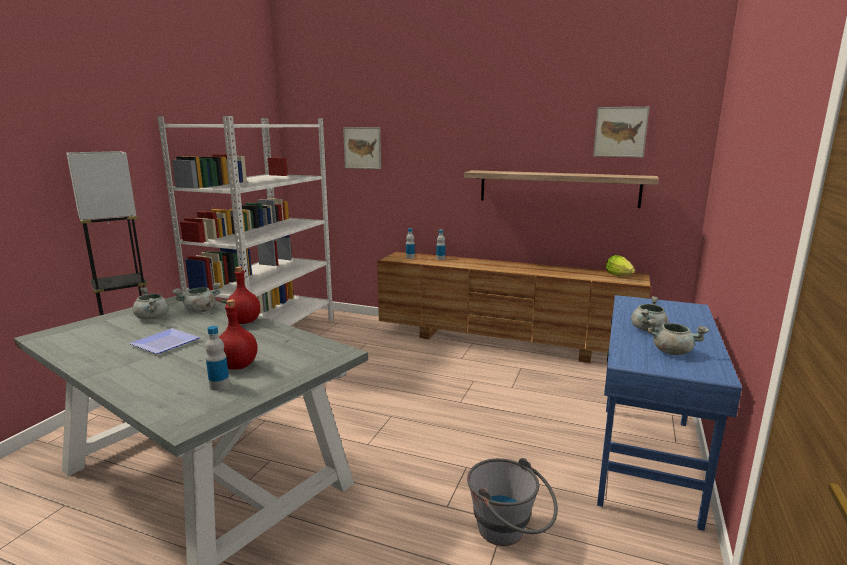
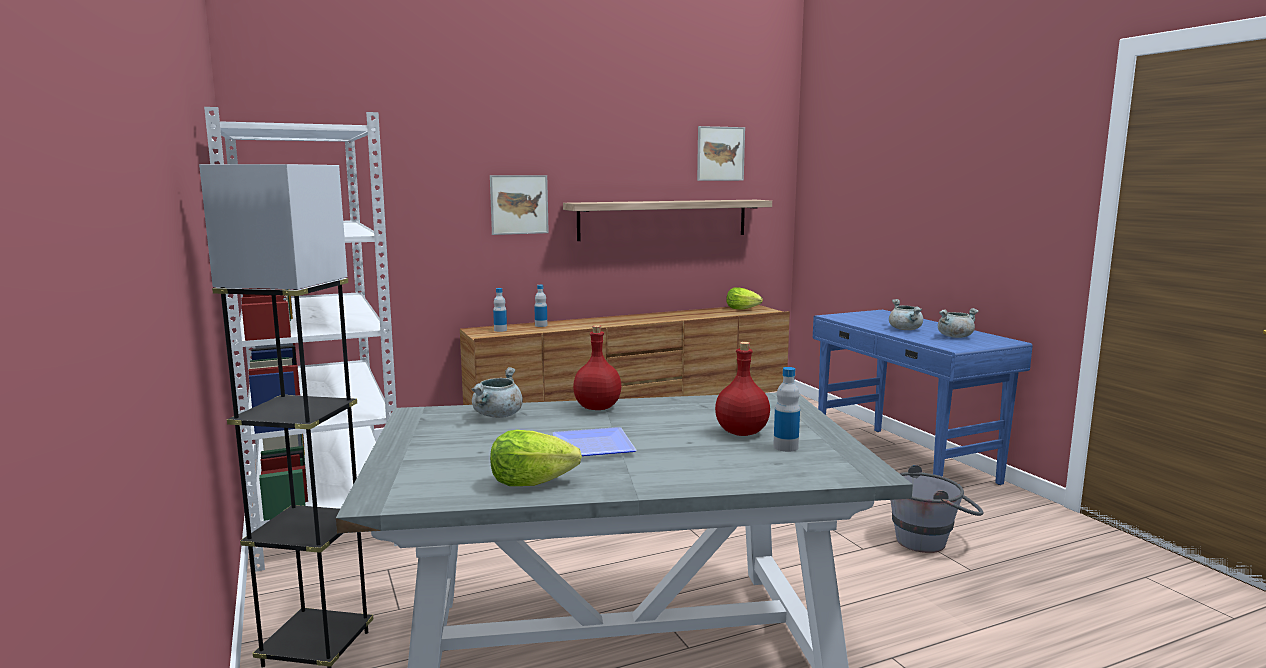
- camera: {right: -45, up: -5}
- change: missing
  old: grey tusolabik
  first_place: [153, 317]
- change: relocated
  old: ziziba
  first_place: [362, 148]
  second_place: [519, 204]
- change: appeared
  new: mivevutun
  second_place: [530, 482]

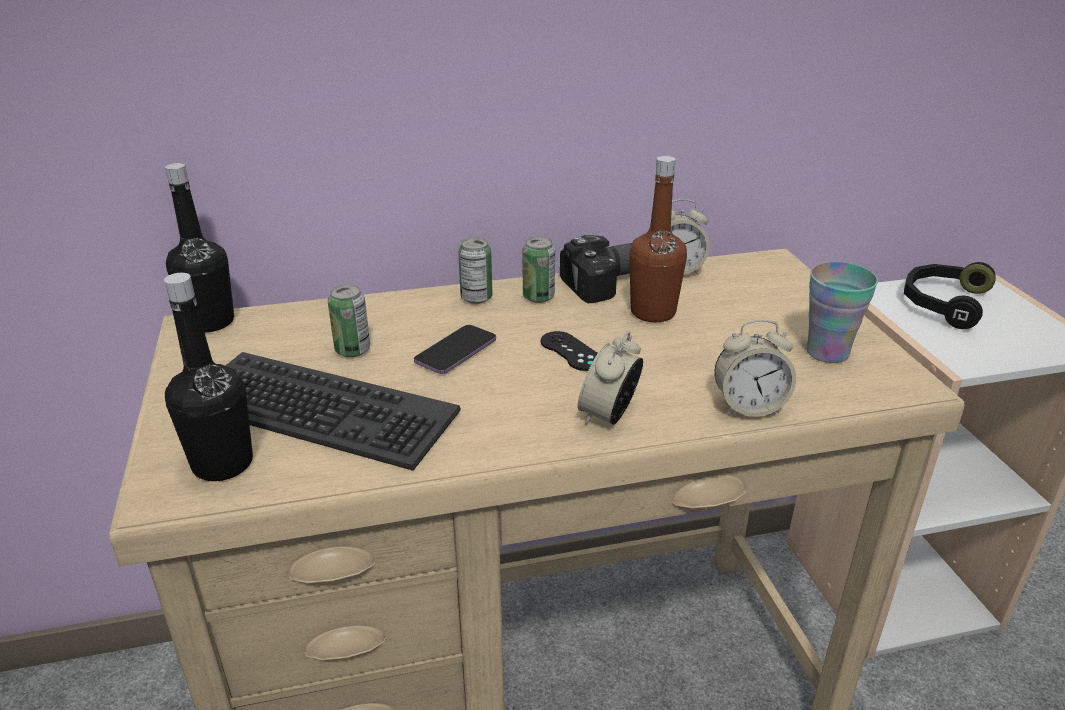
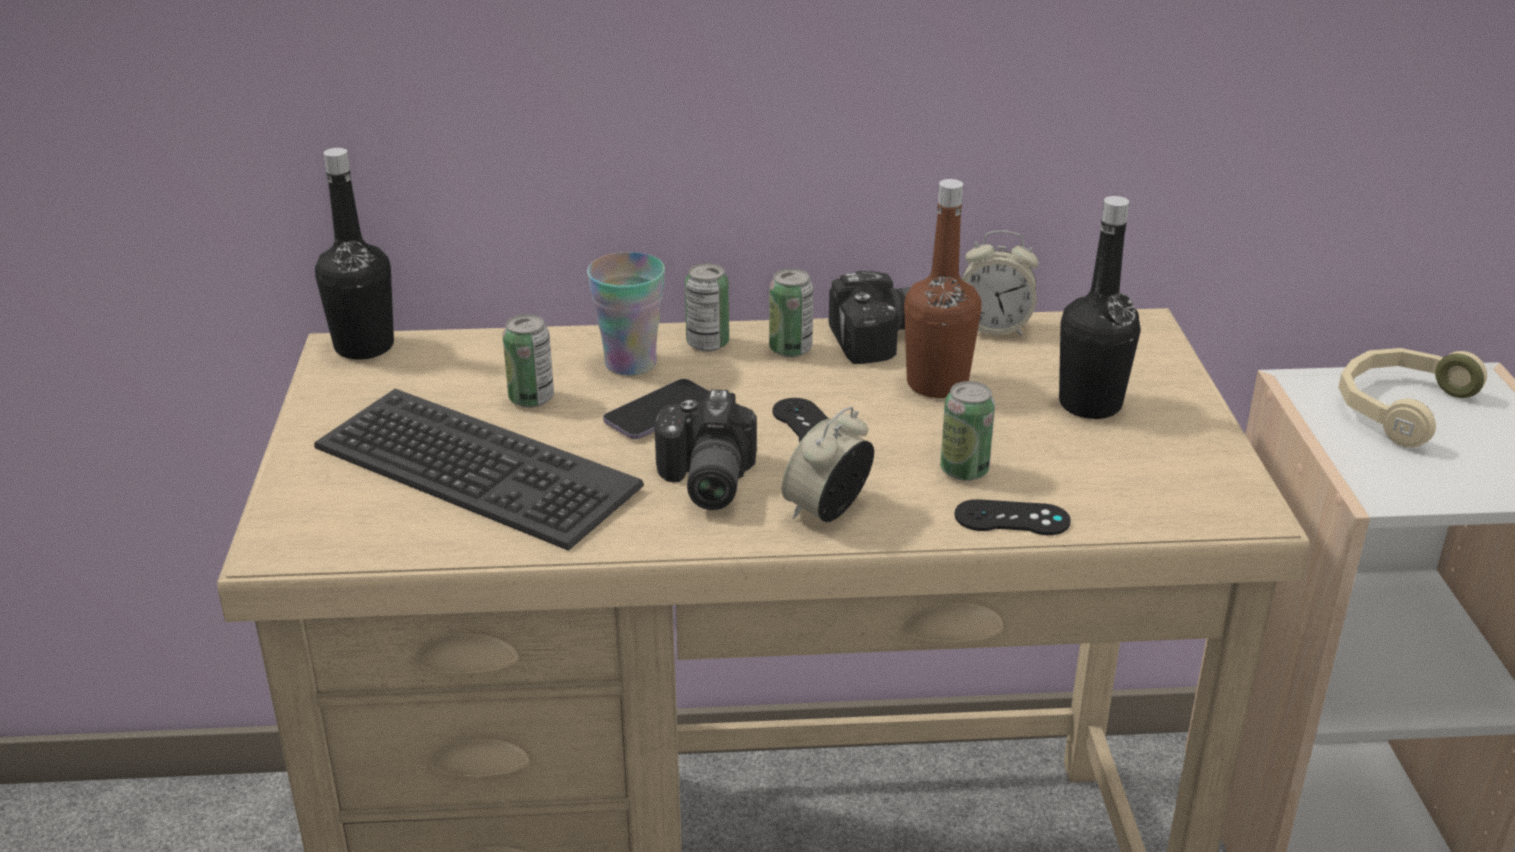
- camera: {right: 10, up: 0}
- change: relocated
  old: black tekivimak
  first_place: [223, 464]
  second_place: [1090, 404]
- change: exchanged
  old: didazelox
  new: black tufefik
  first_place: [749, 407]
  second_place: [1012, 518]
- change: relocated
  old: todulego
  first_place: [827, 352]
  second_place: [630, 363]
- change: colour
  old: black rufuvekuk
  new: beige rufuvekuk
  first_place: [942, 303]
  second_place: [1398, 407]
- change: appeared
  new: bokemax
  second_place: [702, 482]
- change: appeared
  new: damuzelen
  second_place: [964, 470]

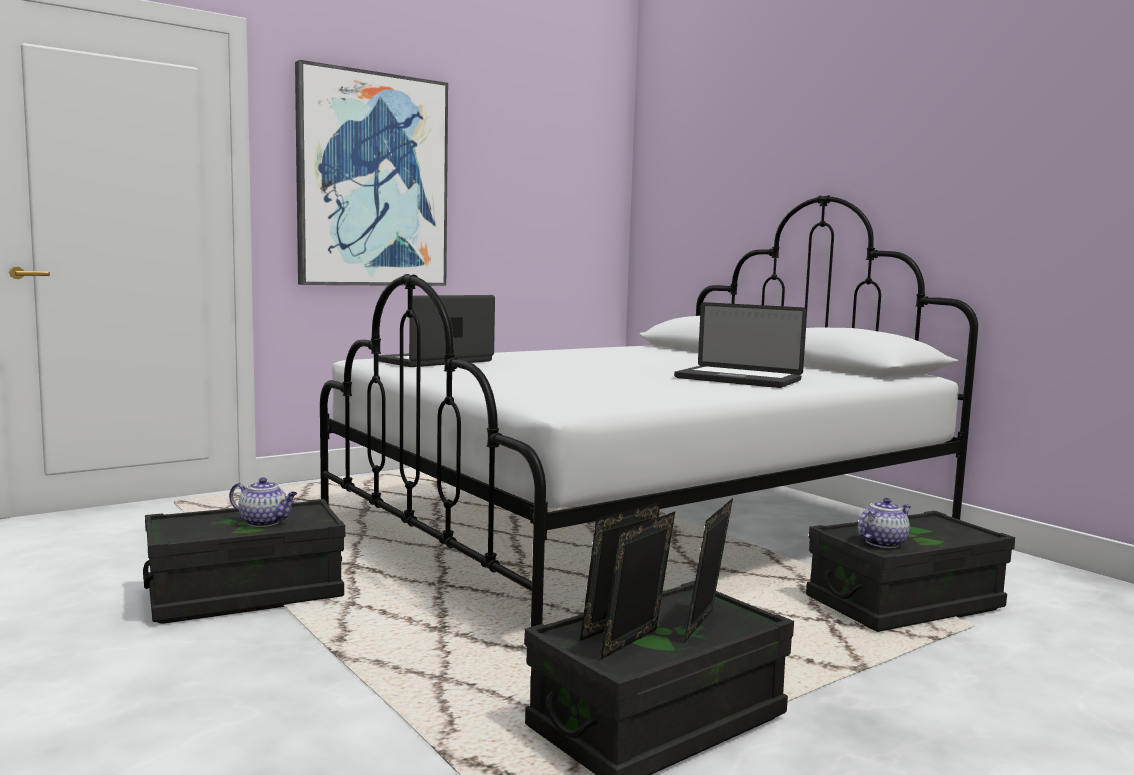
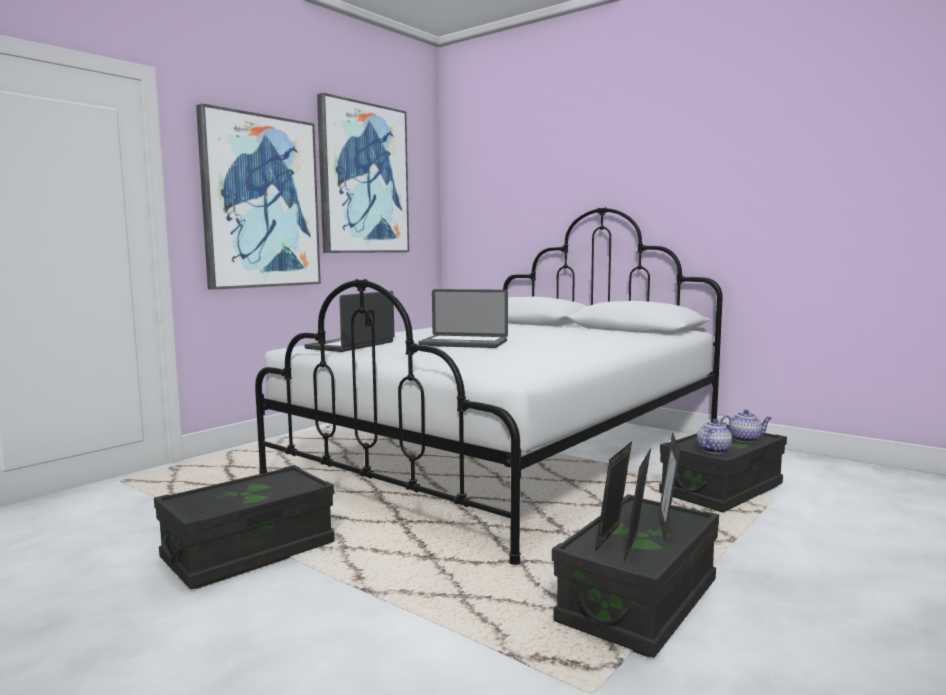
- camera: {right: -15, up: 0}
- change: relocated
  old: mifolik
  first_place: [265, 522]
  second_place: [745, 439]
- change: relocated
  old: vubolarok
  first_place: [738, 379]
  second_place: [463, 343]
- change: appeared
  new: ziziba
  second_place: [363, 179]

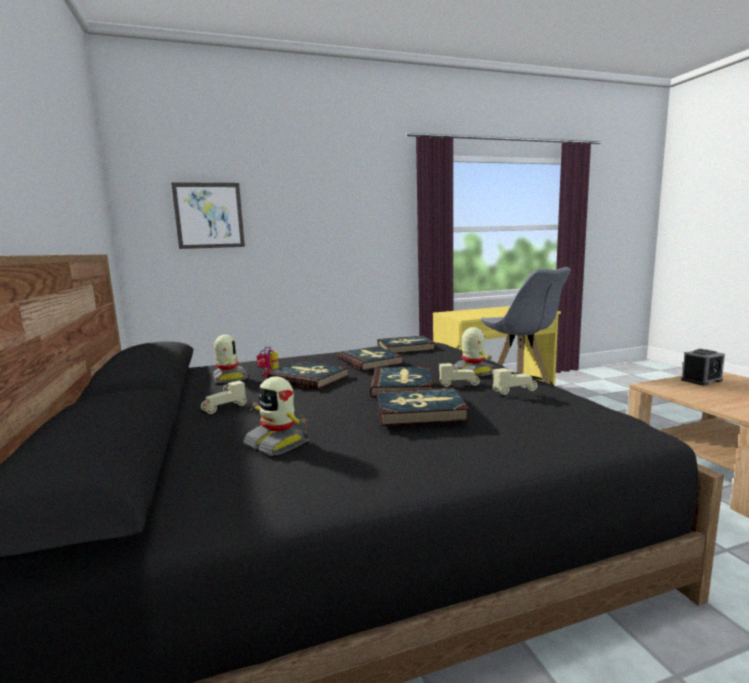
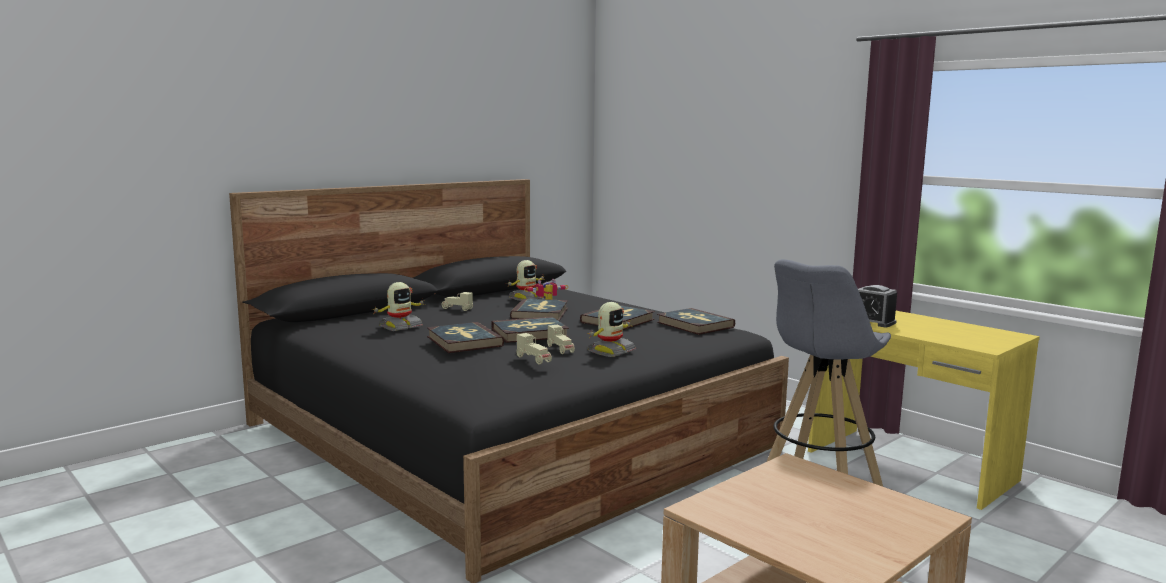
- camera: {right: 65, up: 0}
- change: missing
  old: ziziba
  first_place: [209, 215]
- change: spun
  old: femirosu
  first_place: [278, 443]
  second_place: [400, 327]
  degrees: -150
- change: relocated
  old: didazelox
  first_place: [701, 380]
  second_place: [873, 322]

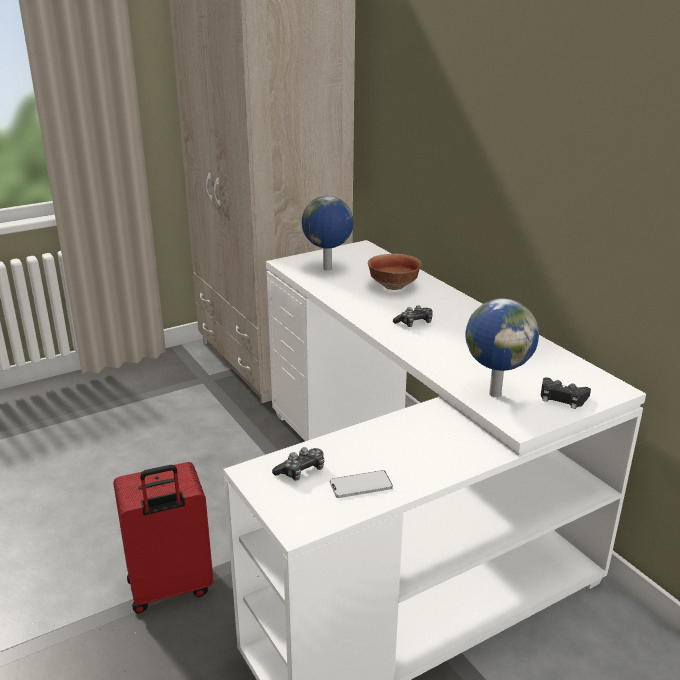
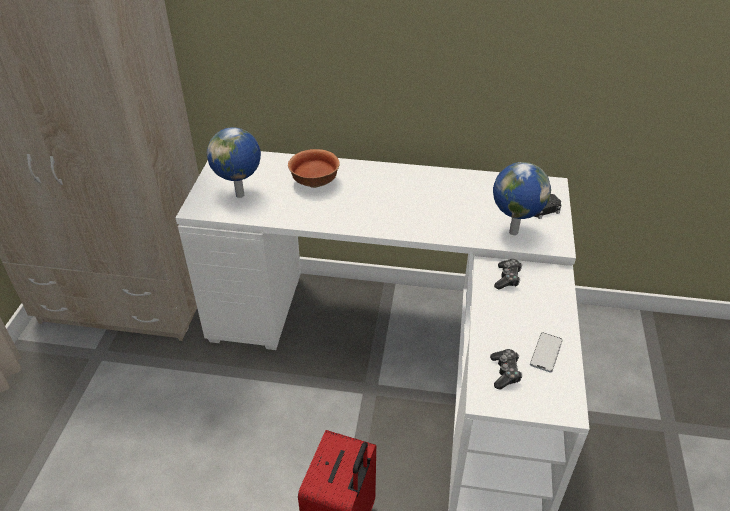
- camera: {right: -50, up: 15}
- change: relocated
  old: tufefik
  first_place: [414, 323]
  second_place: [507, 278]

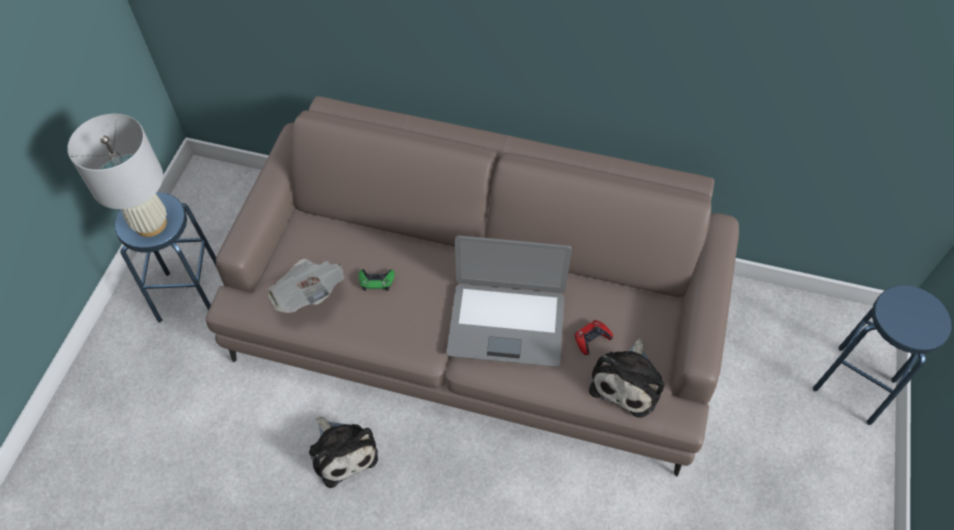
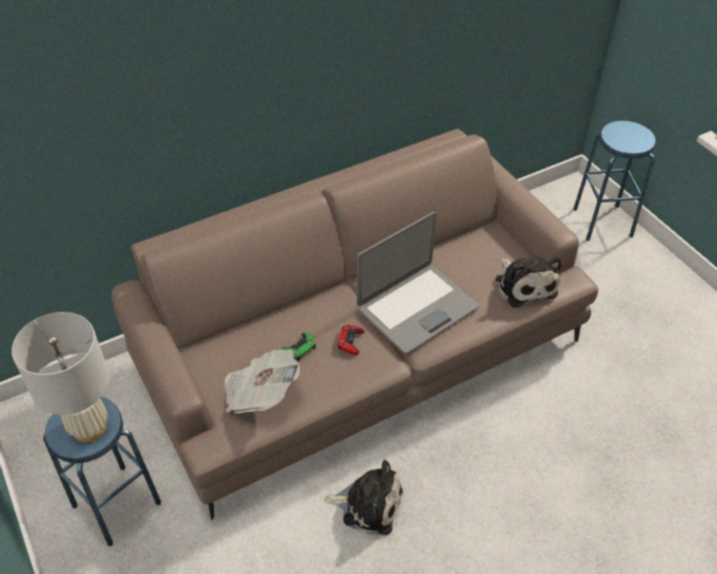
- camera: {right: -45, up: -10}
- change: relocated
  old: red tufefik
  first_place: [592, 339]
  second_place: [350, 342]

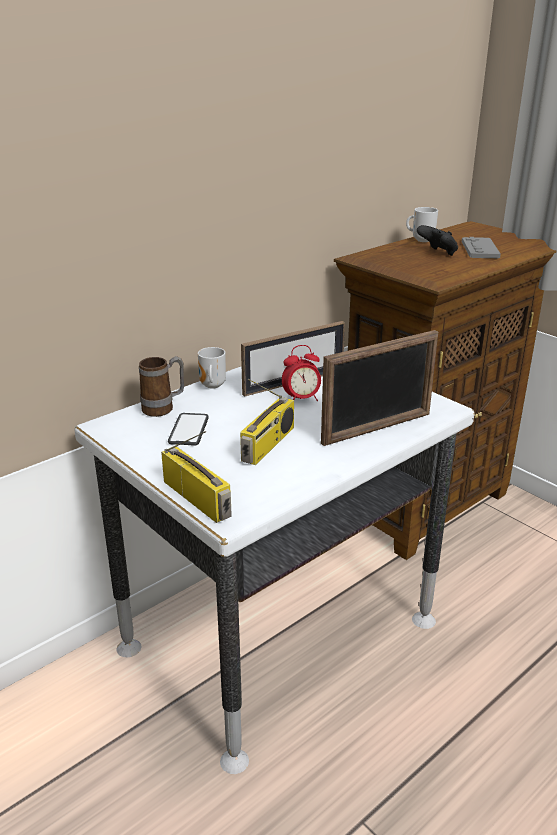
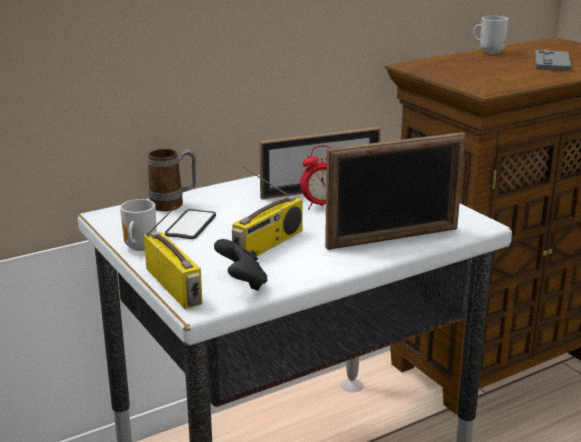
- camera: {right: 10, up: -5}
- change: relocated
  old: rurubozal
  first_place: [211, 386]
  second_place: [138, 248]
- change: relocated
  old: black tufefik
  first_place: [438, 253]
  second_place: [242, 283]

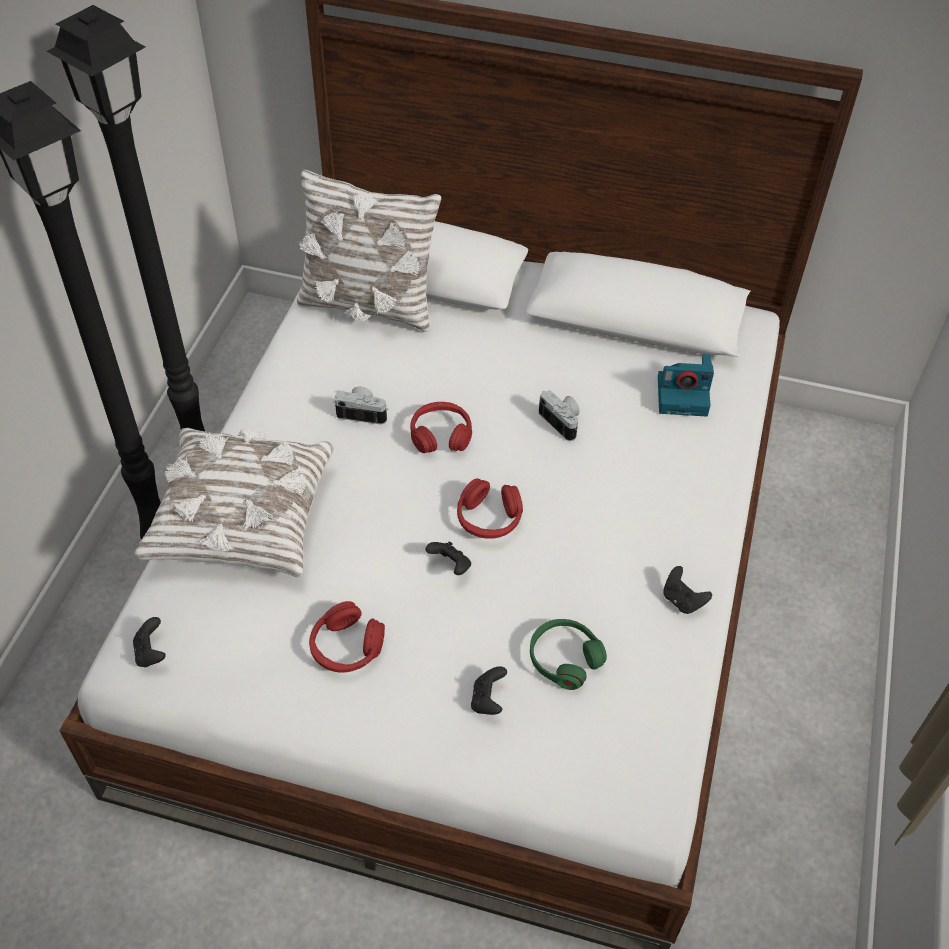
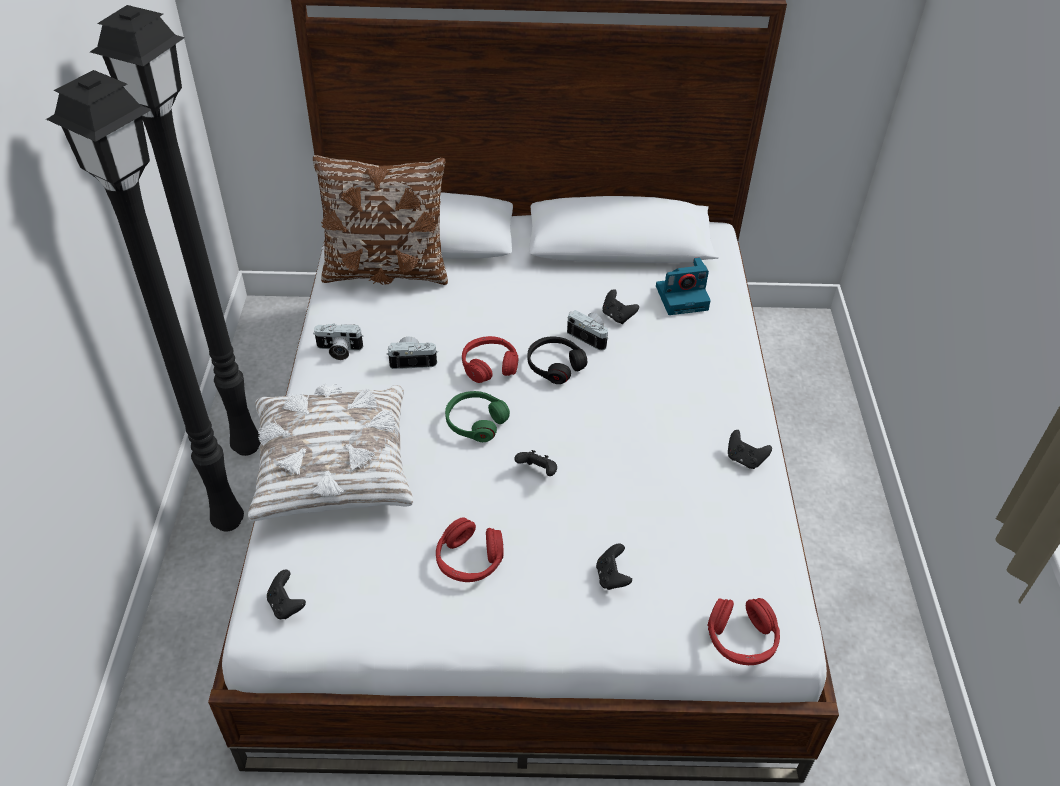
- camera: {right: -15, up: -5}
- change: colour
  old: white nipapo
  new: brown nipapo
  first_place: [368, 306]
  second_place: [386, 273]
- change: relocated
  old: red rufuvekuk
  first_place: [488, 518]
  second_place: [741, 639]
- change: relocated
  old: green rufuvekuk
  first_place: [564, 658]
  second_place: [475, 422]
- change: appeared
  new: bokemax
  second_place: [338, 350]
- change: appeared
  new: black rufuvekuk
  second_place: [555, 365]
- change: appeared
  new: black tufefik
  second_place: [617, 316]

